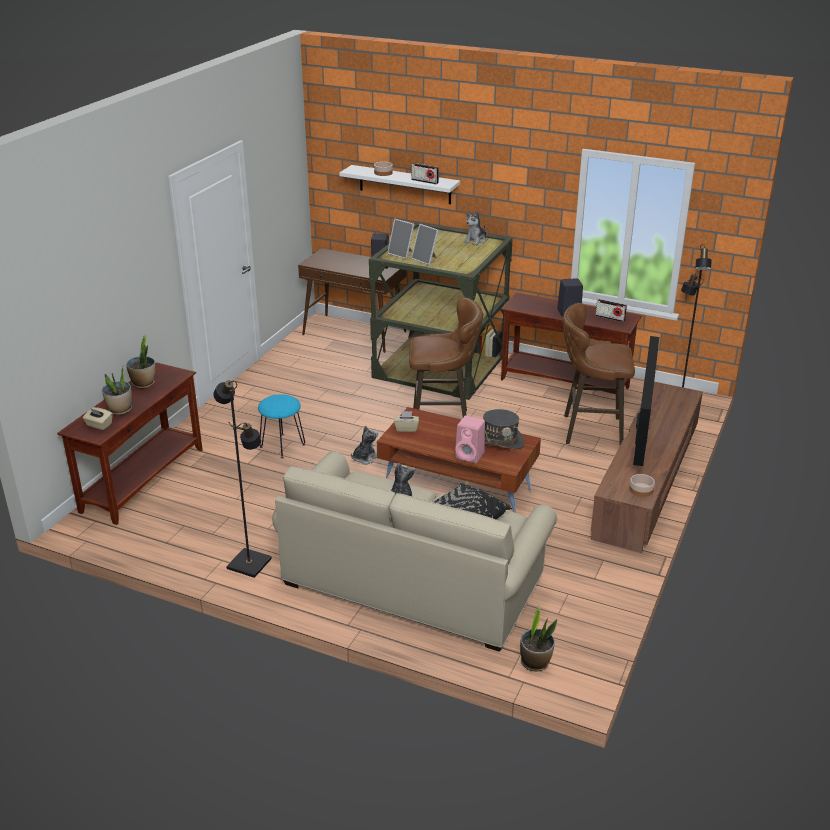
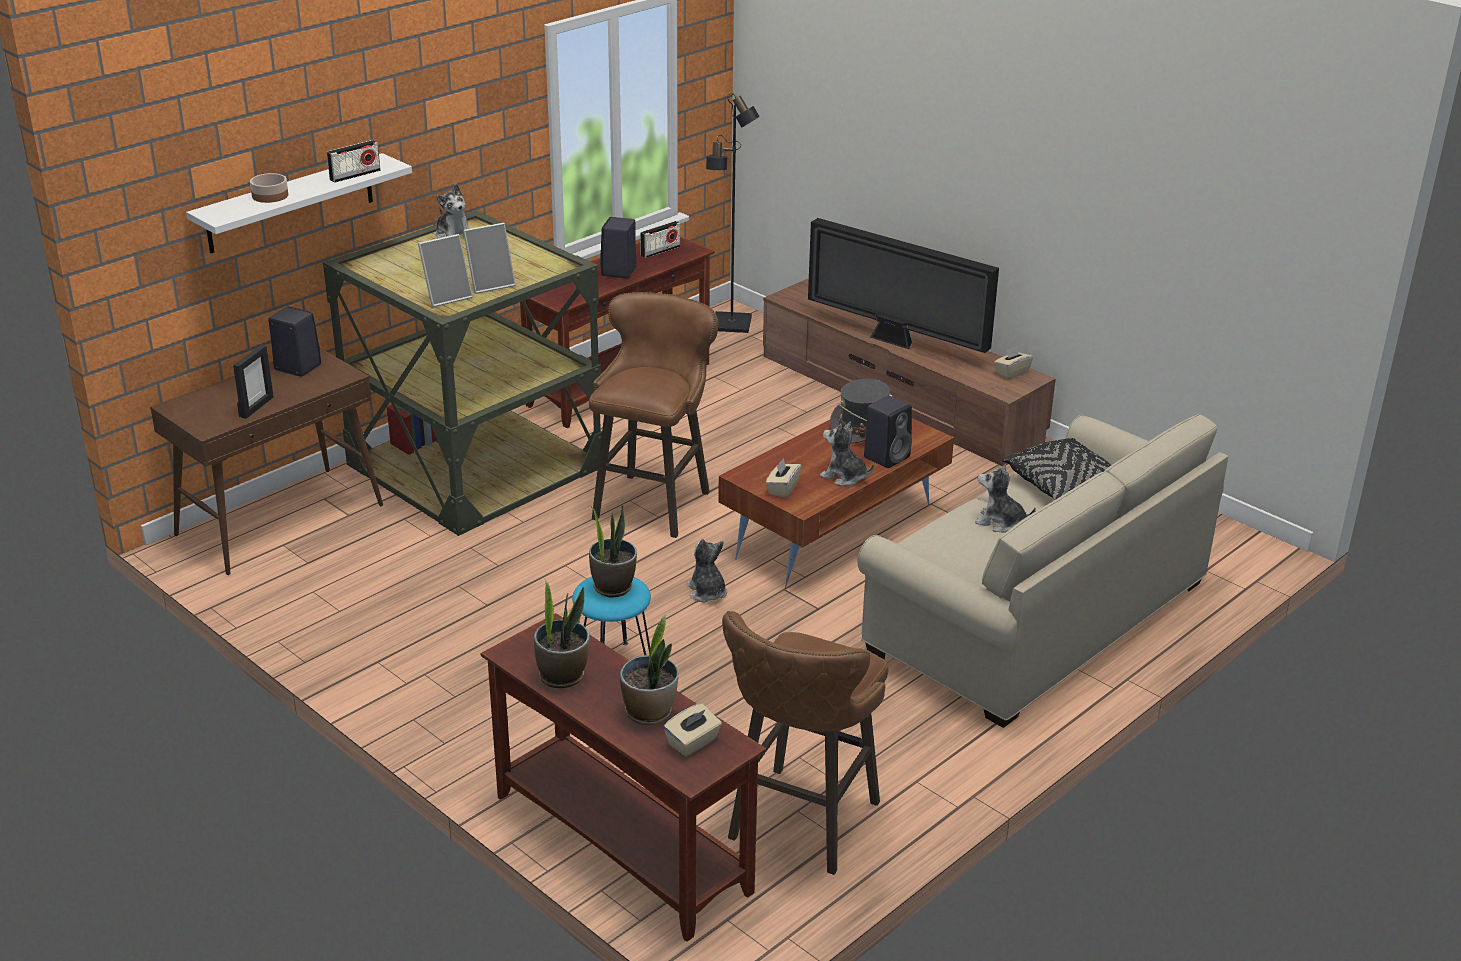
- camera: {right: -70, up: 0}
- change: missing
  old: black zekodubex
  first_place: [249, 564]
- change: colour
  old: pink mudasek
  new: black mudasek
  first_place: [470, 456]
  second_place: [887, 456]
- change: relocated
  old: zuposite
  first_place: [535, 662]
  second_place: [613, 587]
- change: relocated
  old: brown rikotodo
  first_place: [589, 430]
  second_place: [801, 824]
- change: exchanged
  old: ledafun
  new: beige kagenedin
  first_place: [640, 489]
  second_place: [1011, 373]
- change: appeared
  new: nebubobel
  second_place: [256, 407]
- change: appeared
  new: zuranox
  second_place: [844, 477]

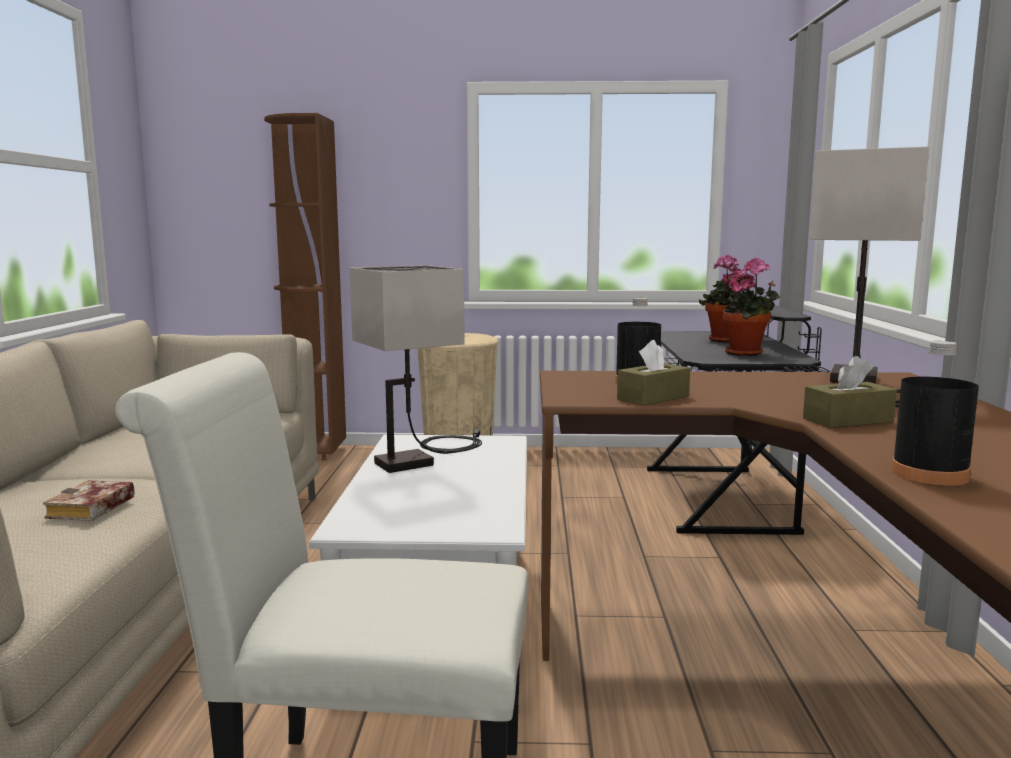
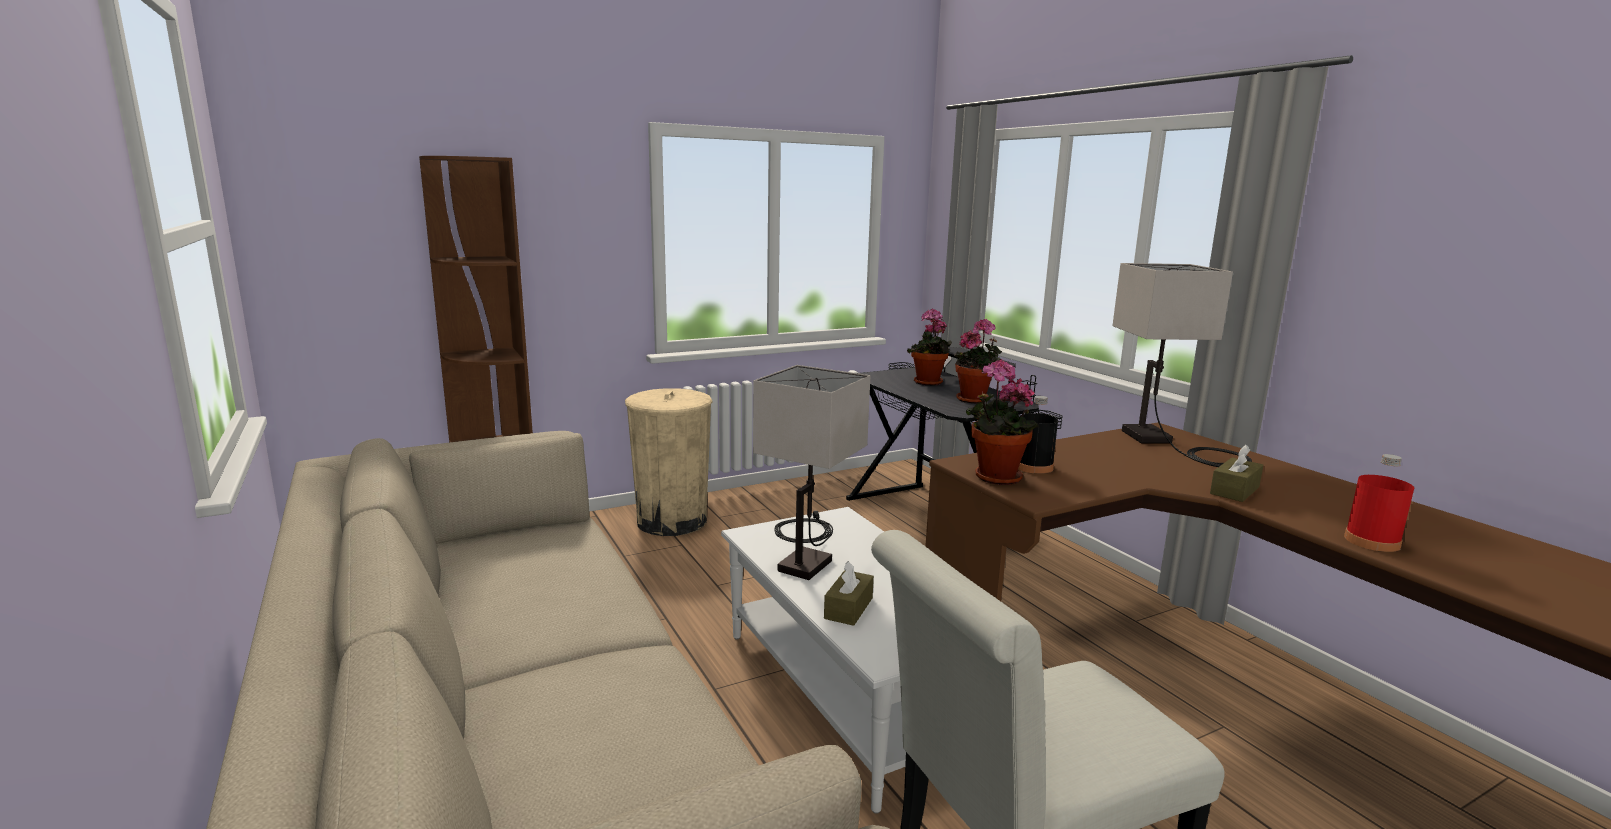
- camera: {right: -30, up: 5}
- change: missing
  old: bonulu
  first_place: [91, 509]
- change: relocated
  old: brown kagenedin
  first_place: [653, 398]
  second_place: [848, 608]
- change: colour
  old: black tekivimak
  new: red tekivimak
  first_place: [929, 474]
  second_place: [1372, 541]
- change: appeared
  new: zuposite
  second_place: [993, 478]

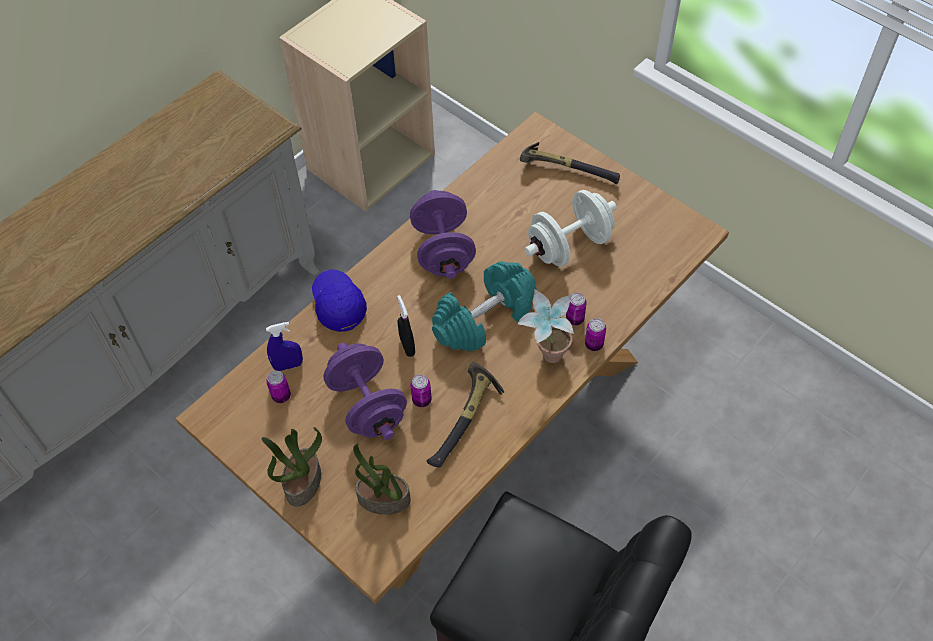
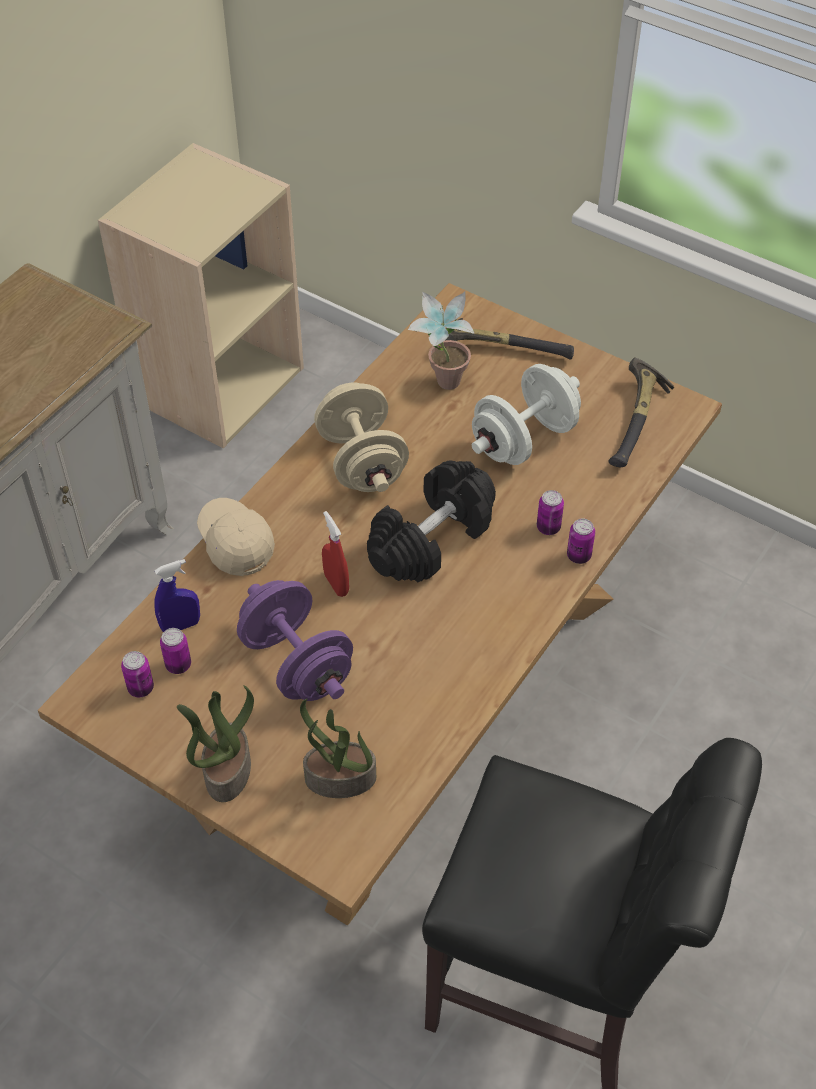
- camera: {right: -10, up: -5}
- change: colour
  old: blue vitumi
  new: beige vitumi
  first_place: [338, 305]
  second_place: [235, 543]
- change: colour
  old: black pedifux
  new: red pedifux
  first_place: [407, 346]
  second_place: [336, 584]
- change: colour
  old: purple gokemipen
  new: beige gokemipen
  first_place: [443, 250]
  second_place: [362, 462]
- change: relocated
  old: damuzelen
  first_place: [421, 400]
  second_place: [141, 688]
- change: relocated
  old: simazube
  first_place: [467, 421]
  second_place: [638, 422]
- change: colour
  old: turquoise gokemipen
  new: black gokemipen
  first_place: [484, 319]
  second_place: [431, 540]
- change: relocated
  old: zuposite
  first_place: [546, 358]
  second_place: [441, 385]

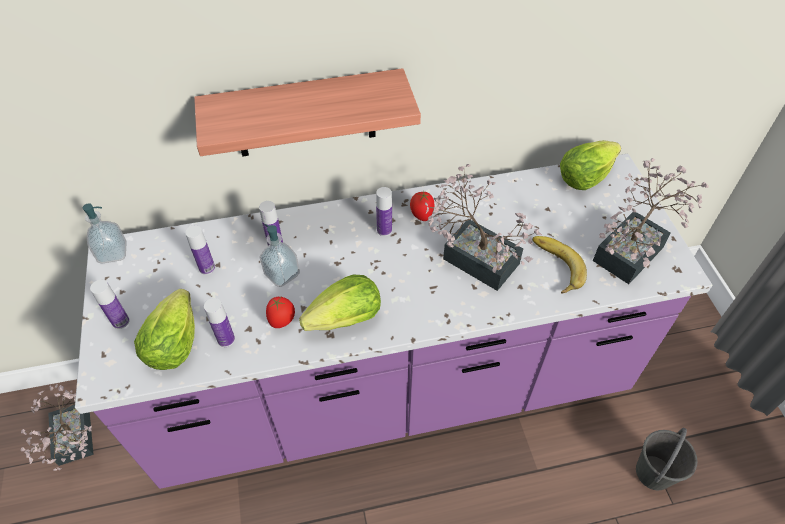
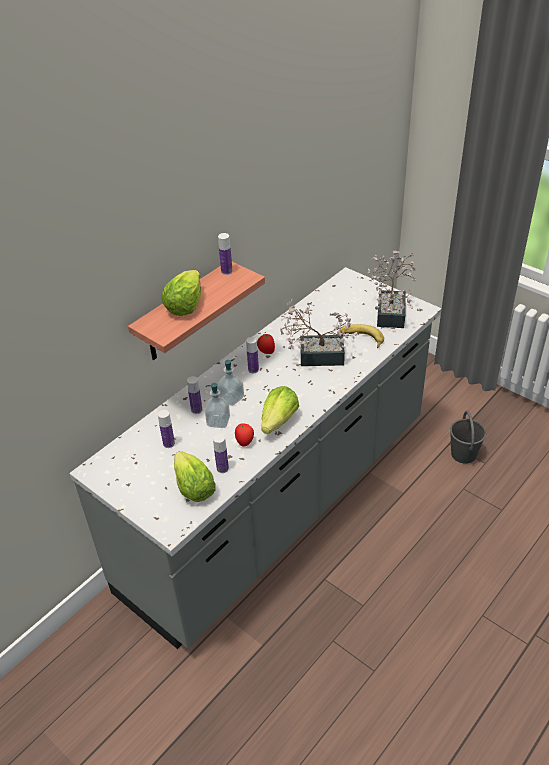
- camera: {right: -35, up: -10}
- change: missing
  old: zuposite
  first_place: [74, 444]
- change: colour
  old: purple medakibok
  new: grey medakibok
  first_place: [392, 389]
  second_place: [280, 504]
- change: relocated
  old: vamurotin
  first_place: [112, 253]
  second_place: [231, 398]
- change: relocated
  old: tekivimak
  first_place: [120, 321]
  second_place: [226, 271]
- change: relocated
  old: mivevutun
  first_place: [584, 177]
  second_place: [185, 306]

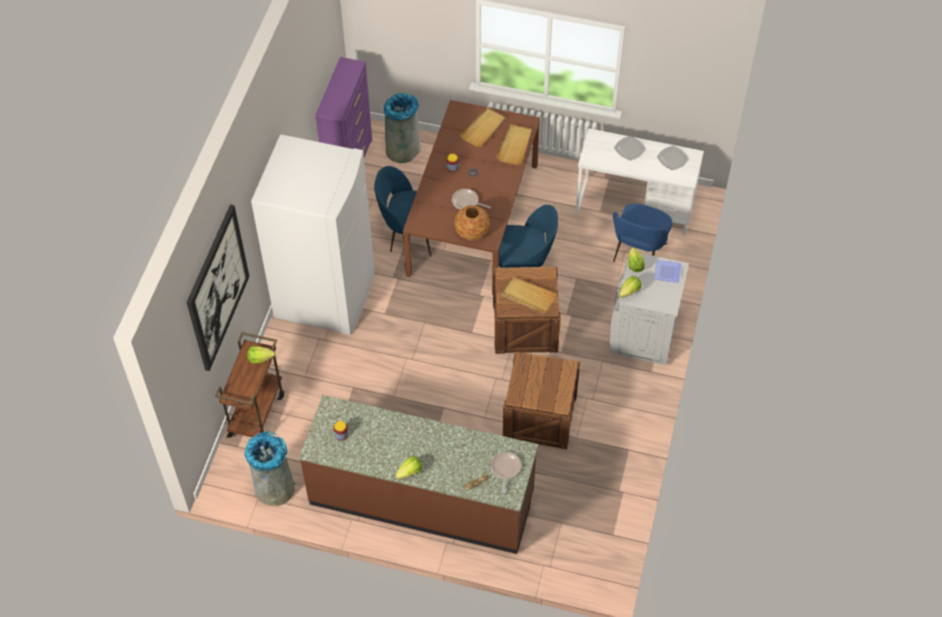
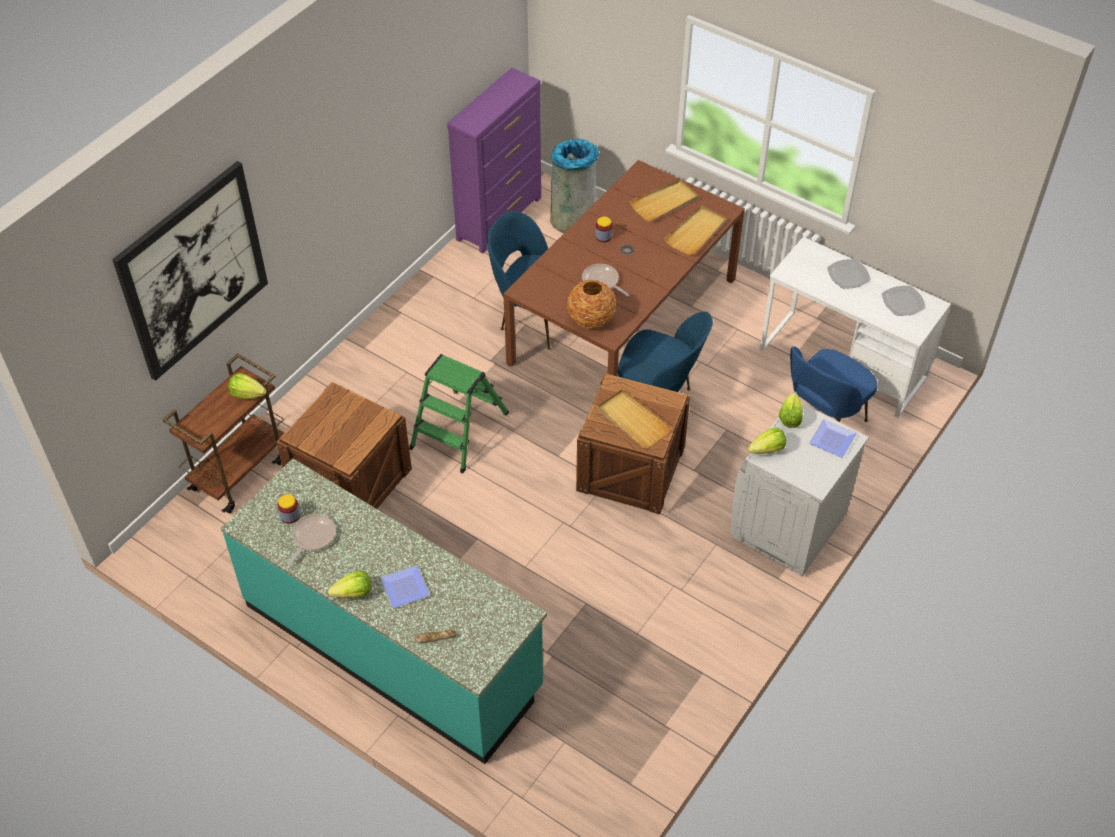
- camera: {right: 20, up: -5}
- change: missing
  old: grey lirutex
  first_place: [274, 487]
- change: missing
  old: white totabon
  first_place: [325, 293]
- change: colour
  old: brown medakibok
  new: turquoise medakibok
  first_place: [422, 498]
  second_place: [393, 646]
- change: relocated
  old: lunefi
  first_place: [505, 469]
  second_place: [312, 537]
- change: relocated
  old: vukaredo
  first_place: [540, 417]
  second_place: [350, 483]
- change: appeared
  new: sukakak
  second_place: [407, 588]
- change: appeared
  new: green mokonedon
  second_place: [459, 430]

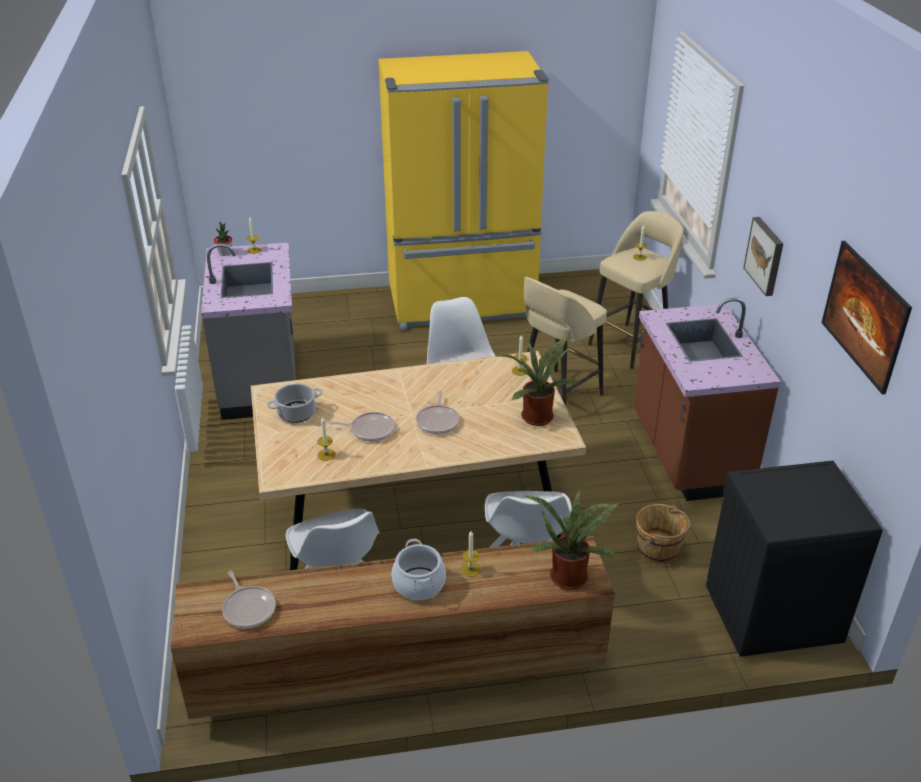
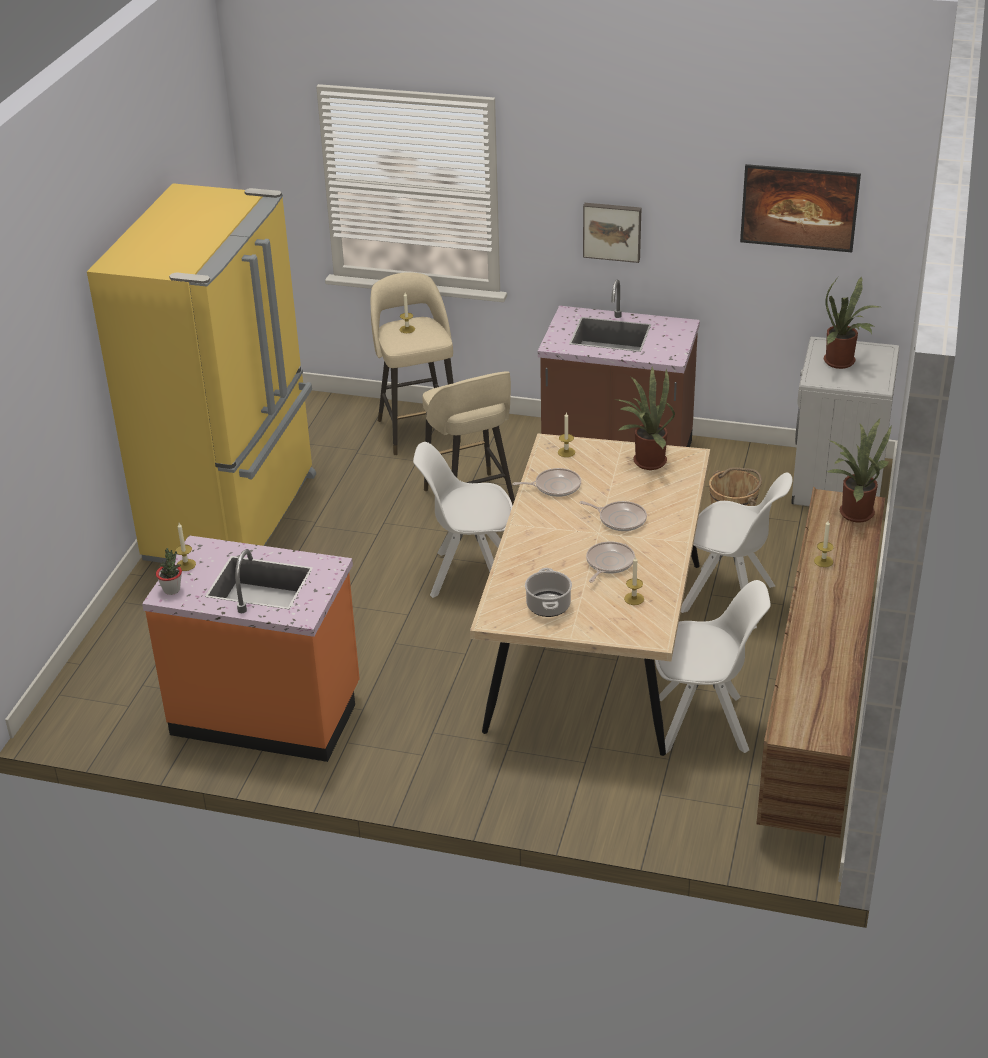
- camera: {right: -65, up: 0}
- change: colour
  old: grey medakibok
  new: orange medakibok
  first_place: [262, 380]
  second_place: [267, 712]
- change: relocated
  old: lunefi
  first_place: [249, 608]
  second_place: [555, 486]
- change: missing
  old: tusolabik
  first_place: [418, 584]
- change: colour
  old: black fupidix
  new: white fupidix
  first_place: [771, 611]
  second_place: [835, 482]
- change: appeared
  new: zuposite
  second_place: [842, 363]

